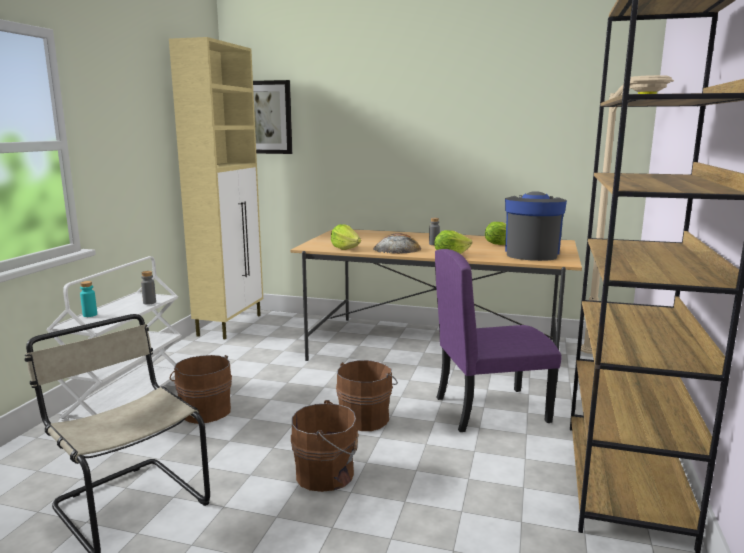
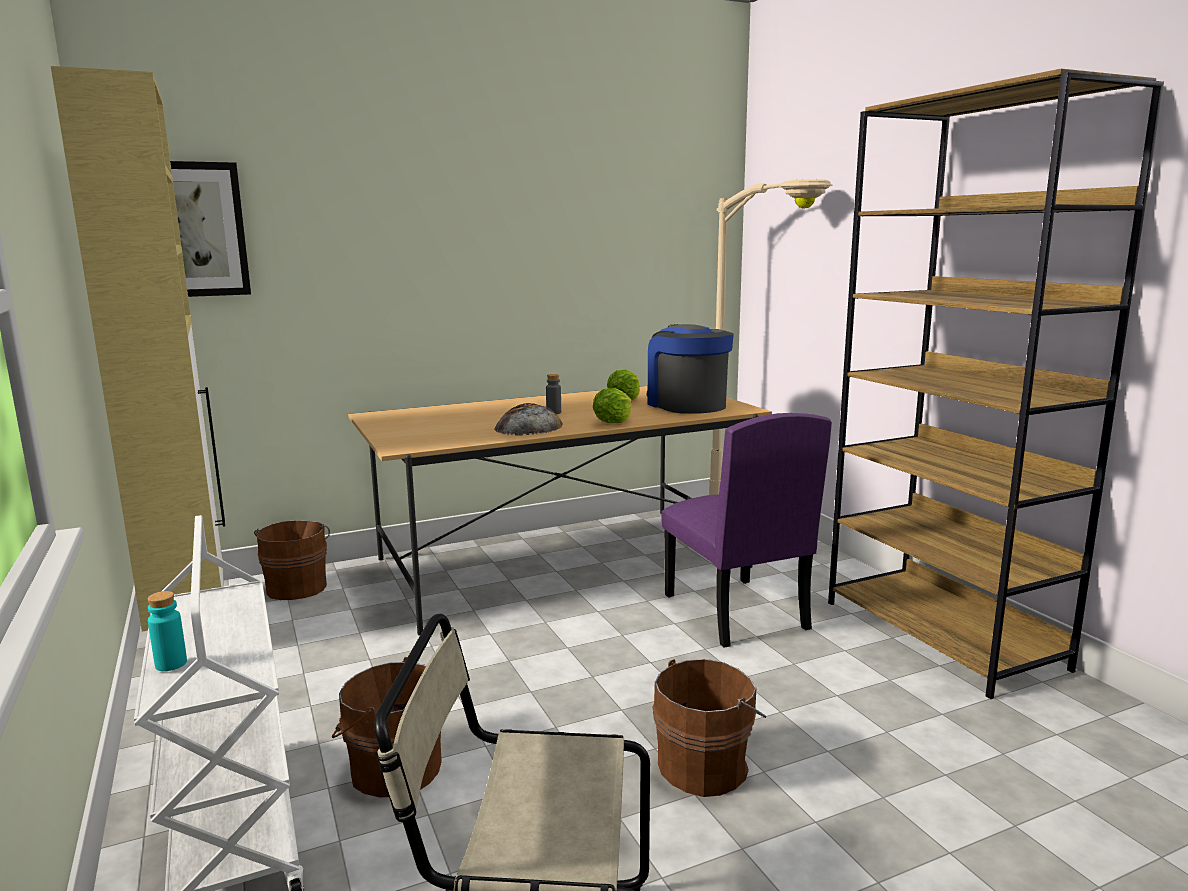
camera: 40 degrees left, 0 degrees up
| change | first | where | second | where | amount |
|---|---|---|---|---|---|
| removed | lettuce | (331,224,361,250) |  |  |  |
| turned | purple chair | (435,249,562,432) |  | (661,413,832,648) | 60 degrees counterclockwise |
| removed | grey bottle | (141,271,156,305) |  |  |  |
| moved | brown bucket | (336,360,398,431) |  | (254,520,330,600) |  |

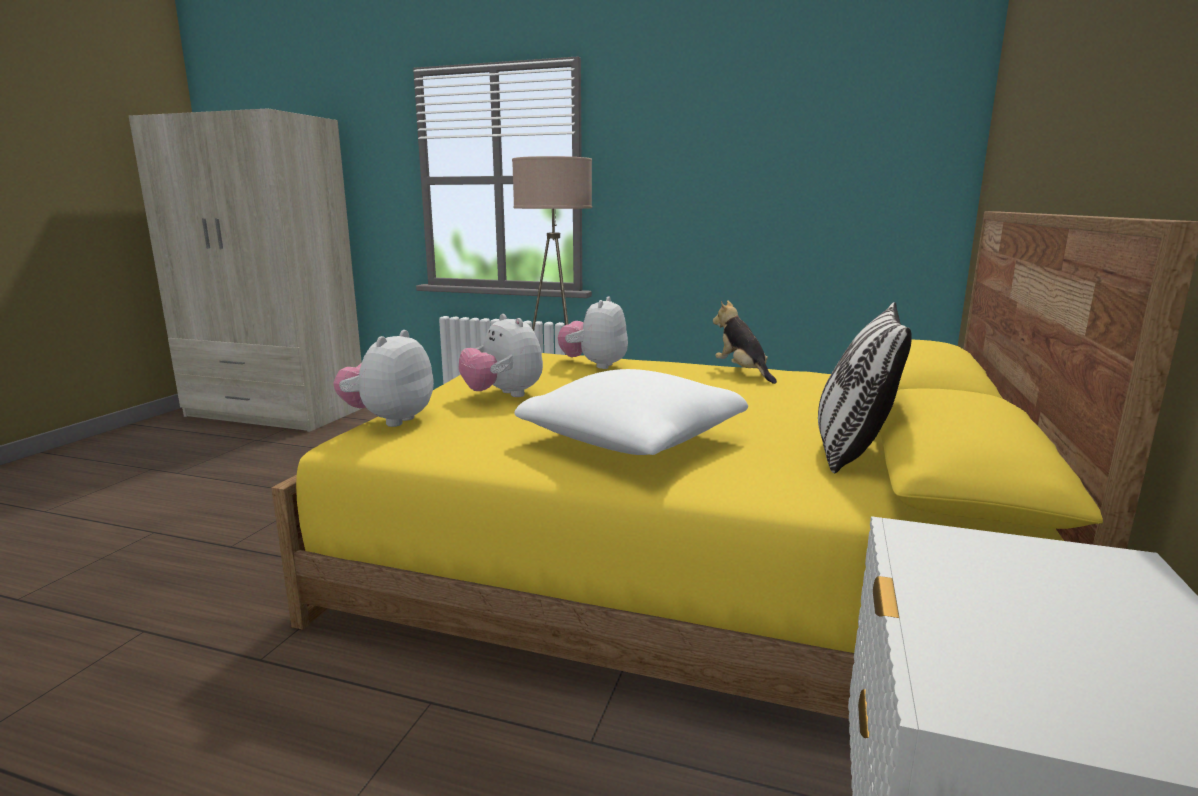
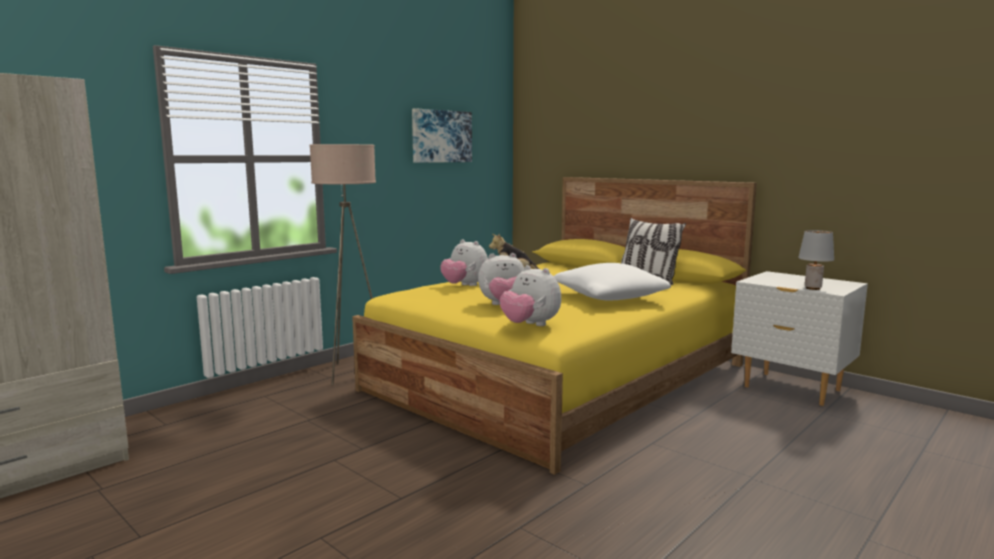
camera: 65 degrees left, 5 degrees down
| change | first | where | second | where | amount |
|---|---|---|---|---|---|
| added |  |  | picture | (412,108,472,163) |  |
| added |  |  | grey table lamp | (798,230,834,290) |  |

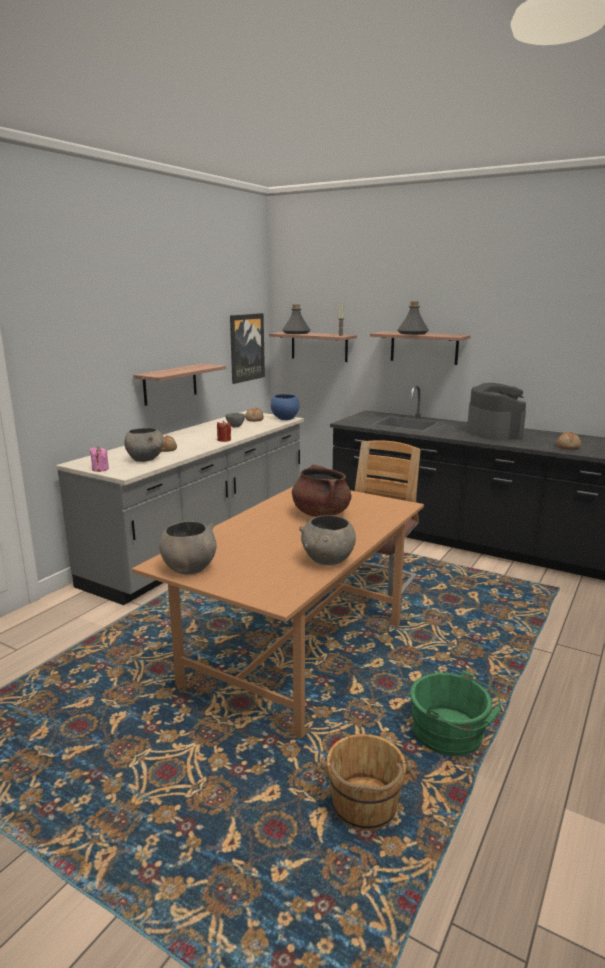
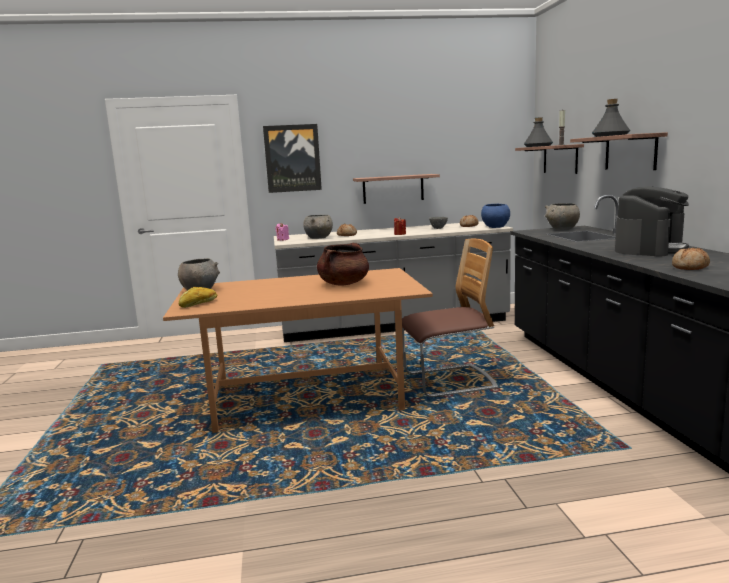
camera: 50 degrees right, 5 degrees down
| change | first | where | second | where | amount |
|---|---|---|---|---|---|
| moved | picture | (230,313,265,384) |  | (263,124,322,193) |  |
| moved | grey bowl | (299,515,356,565) |  | (545,203,580,230) |  |
| removed | green bucket | (410,670,501,756) |  |  |  |
| removed | brown bucket | (314,734,417,831) |  |  |  |
| added |  |  | bread | (179,287,217,308) |  |

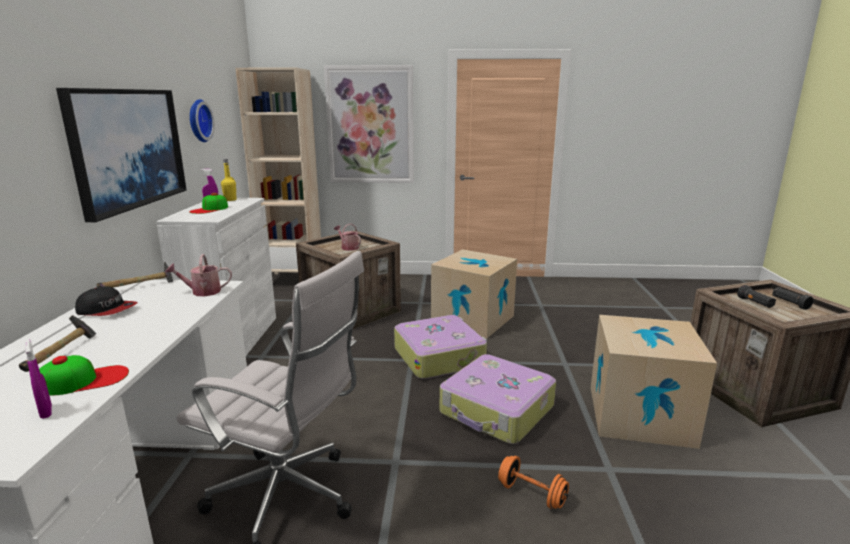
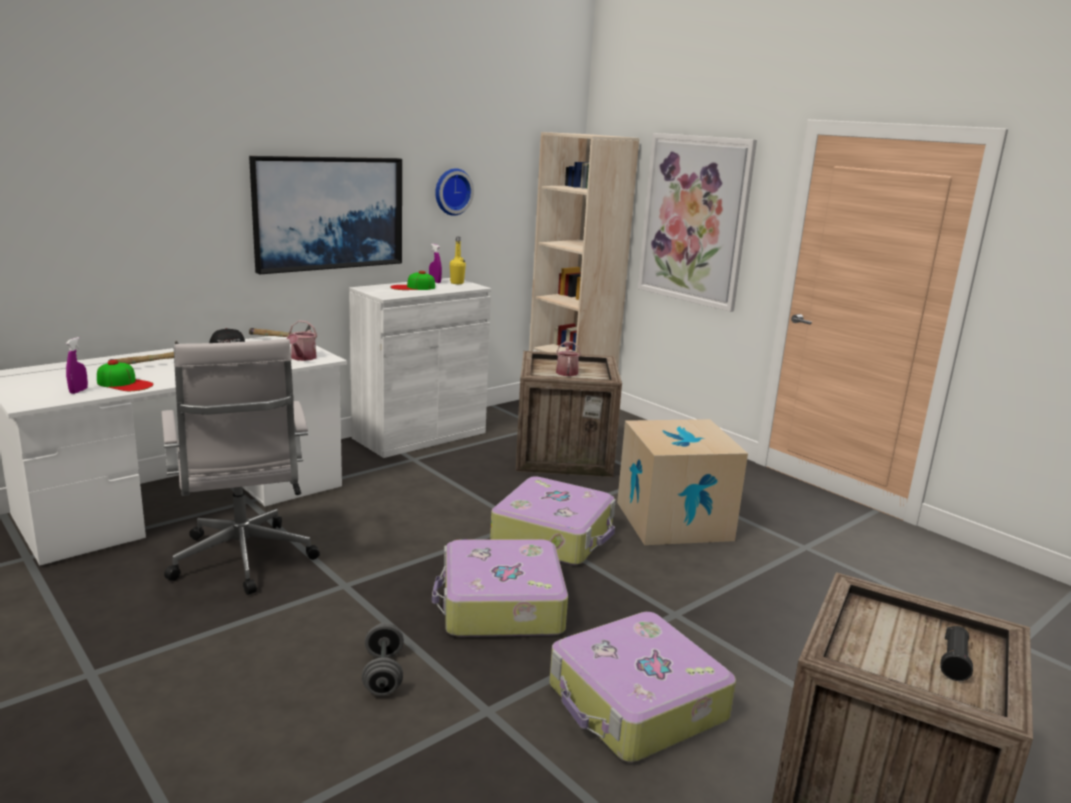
camera: 45 degrees right, 0 degrees up
| change | first | where | second | where | amount |
|---|---|---|---|---|---|
| turned | watering can | (165,254,232,296) |  | (286,321,317,361) | 120 degrees counterclockwise |
| removed | black flashlight | (737,285,776,308) |  |  |  |
| replaced | cardboard box | (591,315,717,449) | suitcase | (549,612,736,762) |  |
| recoloured | orange dumbbell | (498,455,569,509) | grey dumbbell | (362,623,404,696) |  |

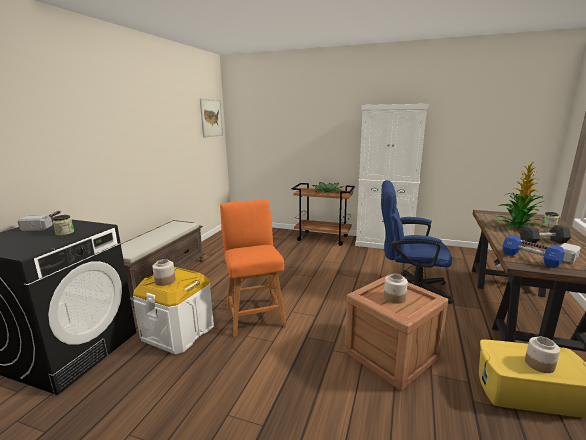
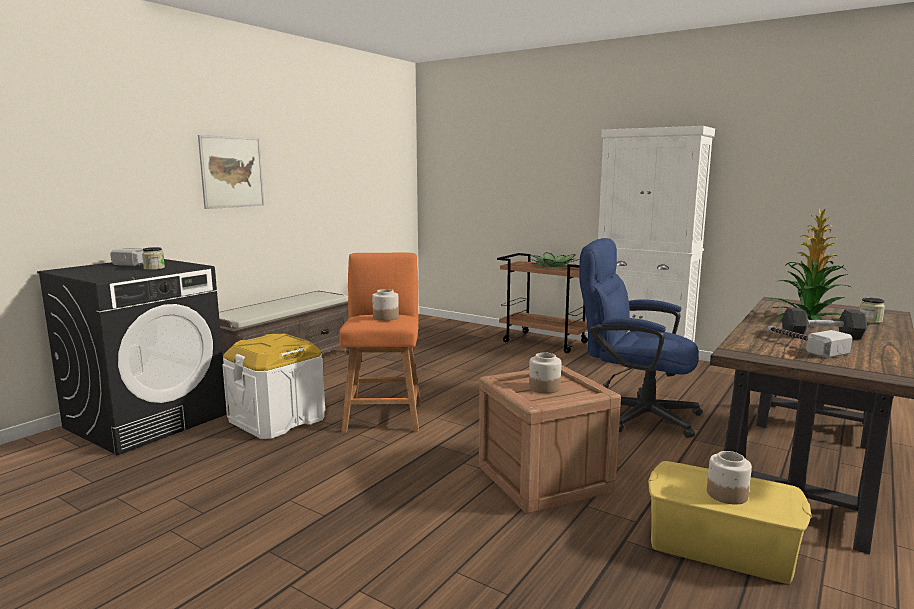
camera: 15 degrees right, 5 degrees down
| change | first | where | second | where | amount |
|---|---|---|---|---|---|
| moved | picture | (200,99,223,138) |  | (198,135,264,209) |  |
| removed | blue dumbbell | (503,235,564,268) |  |  |  |
| moved | jar | (152,259,175,286) |  | (372,289,399,321) |  |

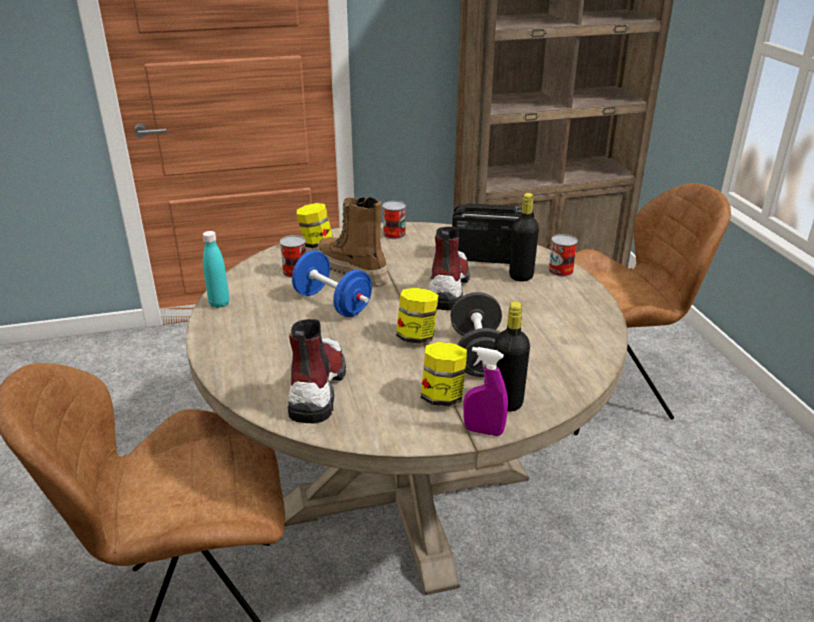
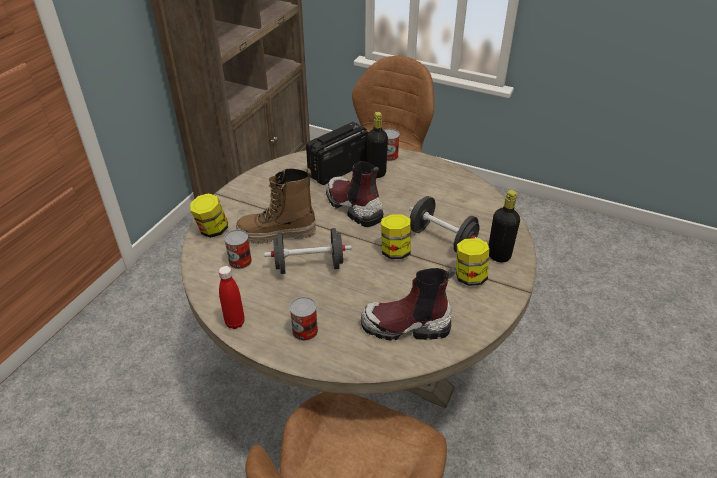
camera: 50 degrees left, 10 degrees up
| change | first | where | second | where | amount |
|---|---|---|---|---|---|
| moved | can | (383,201,406,239) |  | (290,297,318,341) |  |
| recoloured | turquoise bottle | (202,231,229,308) | red bottle | (218,266,245,329) |  |
| recoloured | blue dumbbell | (292,251,372,317) | black dumbbell | (264,228,352,274) |  |
| turned | boot | (288,319,346,423) |  | (361,267,456,341) | 45 degrees counterclockwise |
| removed | purple spray bottle | (463,347,508,436) |  |  |  |

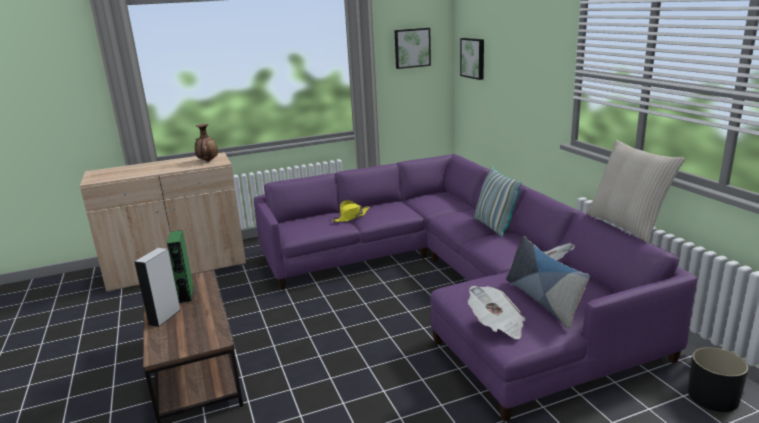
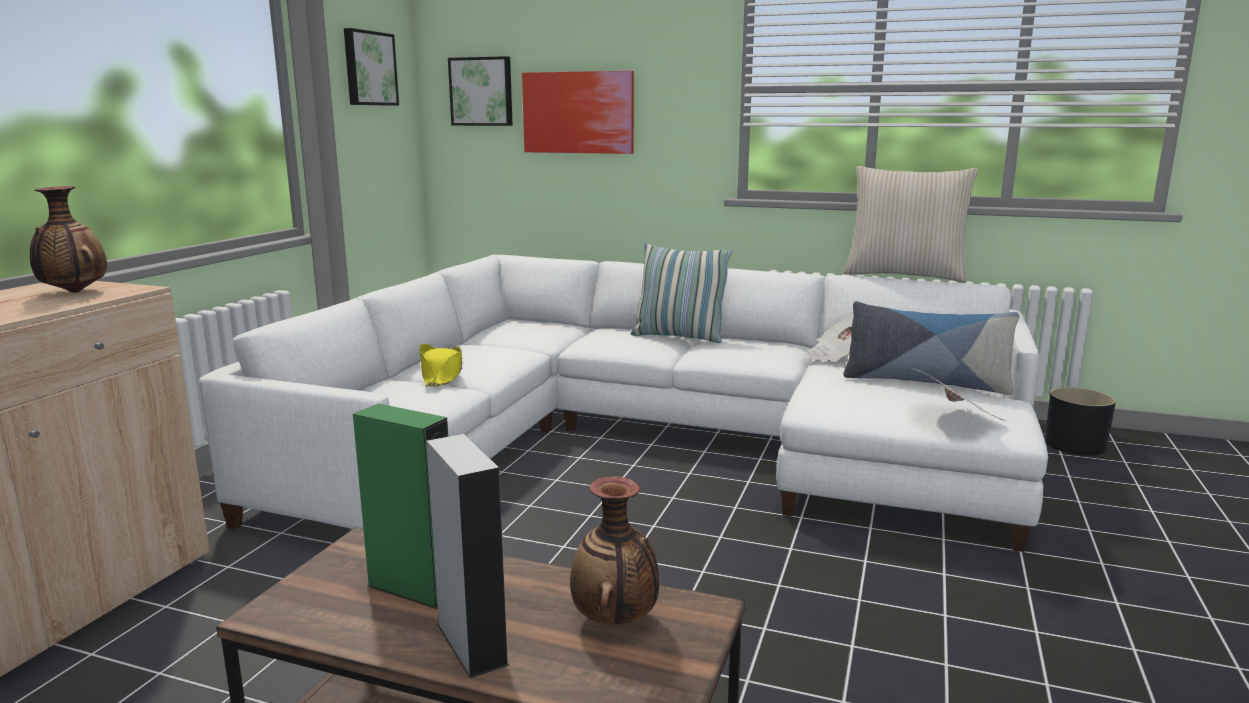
camera: 50 degrees left, 5 degrees down
| change | first | where | second | where | amount |
|---|---|---|---|---|---|
| recoloured | purple sofa | (254,154,697,422) | white sofa | (199,255,1048,552) |  |
| added |  |  | picture | (522,71,634,154) |  |
| added |  |  | vase | (570,476,659,624) |  |

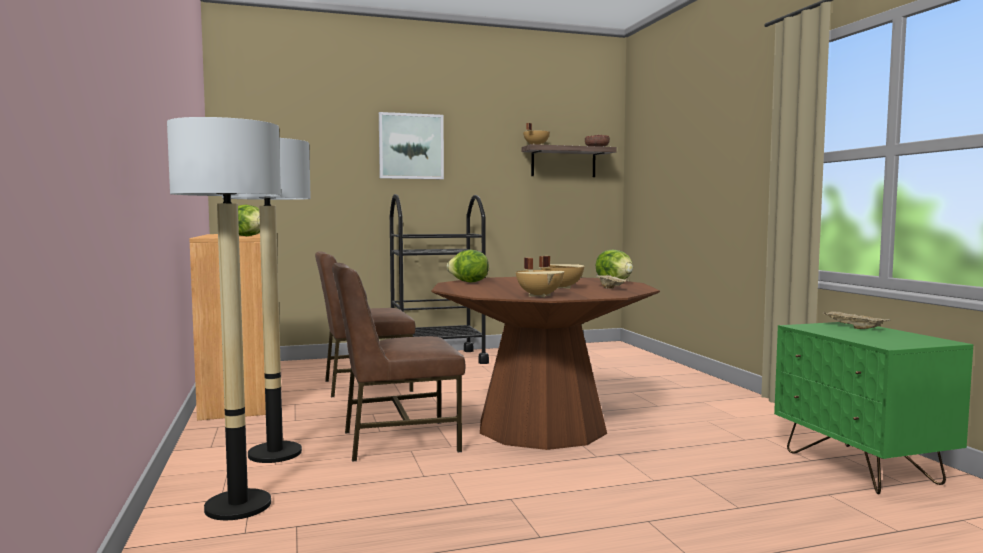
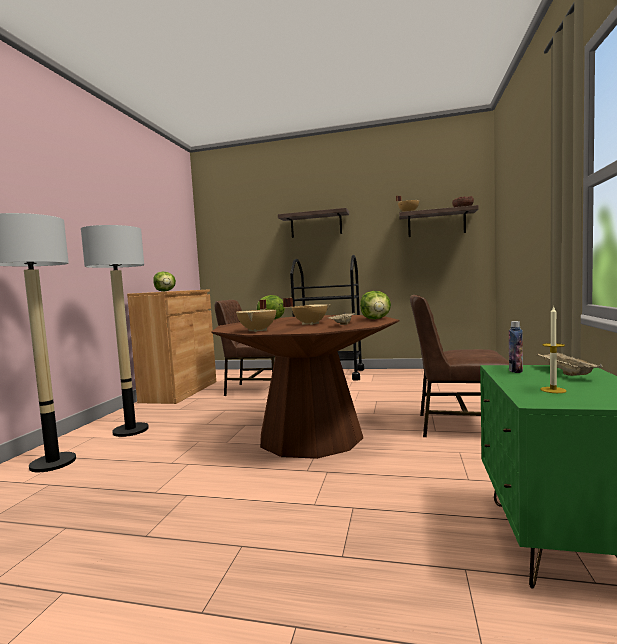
camera: 30 degrees right, 0 degrees up
| change | first | where | second | where | amount |
|---|---|---|---|---|---|
| replaced | picture | (379,112,444,179) | shelf | (278,208,349,238) |  |
| moved | brown chair | (332,263,466,462) |  | (410,295,509,437) |  |
| added |  |  | candle | (540,306,567,393) |  |
| added |  |  | bottle | (509,321,523,373) |  |

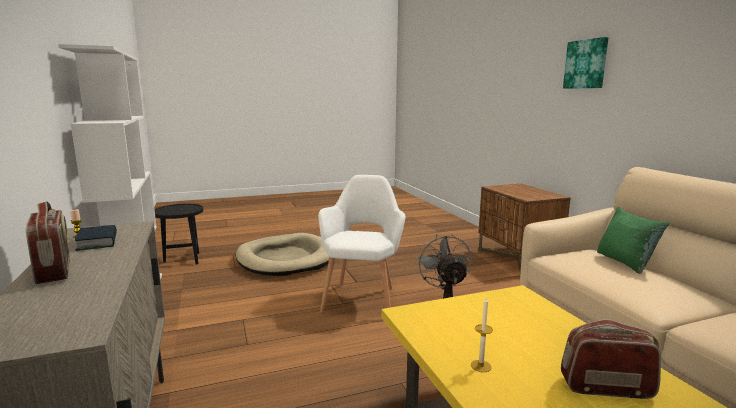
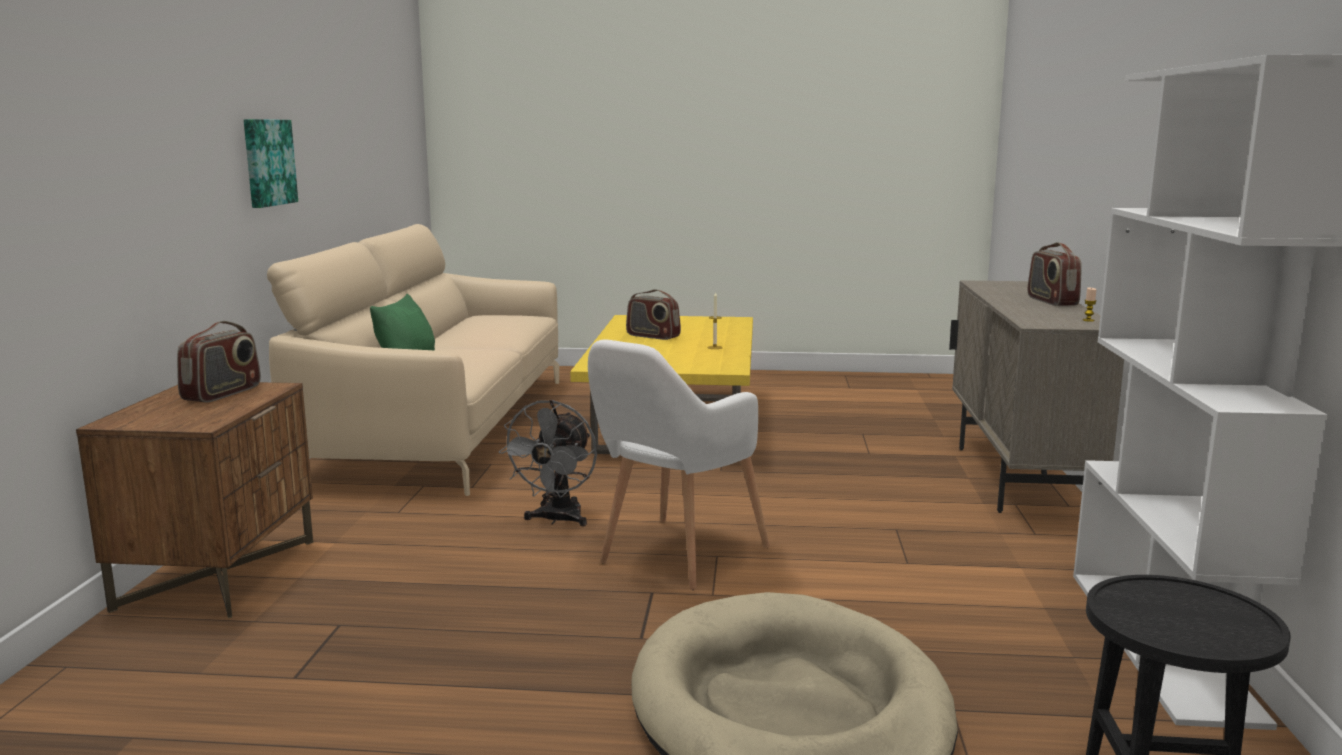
camera: 155 degrees left, 0 degrees up
| change | first | where | second | where | amount |
|---|---|---|---|---|---|
| moved | picture | (563,37,609,89) |  | (244,119,298,208) |  |
| removed | book | (75,225,117,251) |  |  |  |
| added |  |  | radio | (177,321,261,402) |  |

